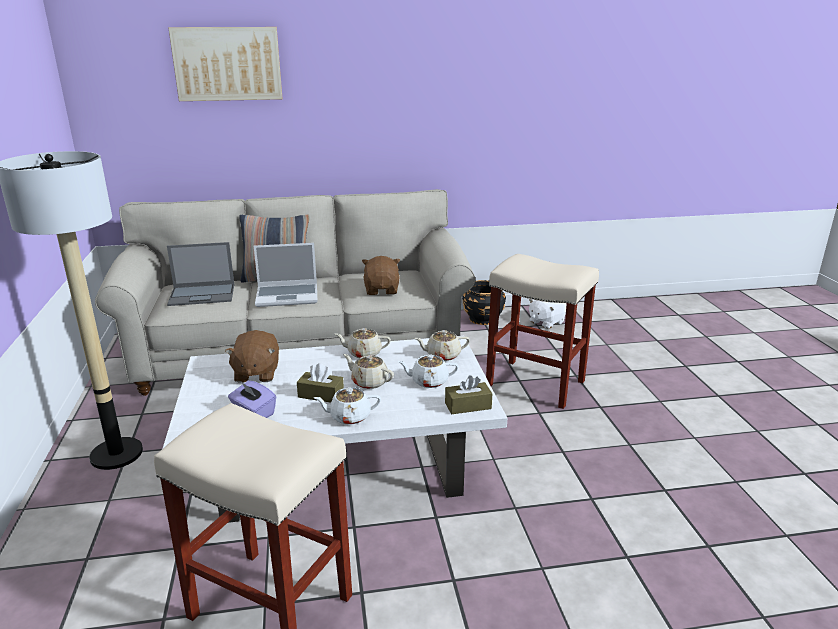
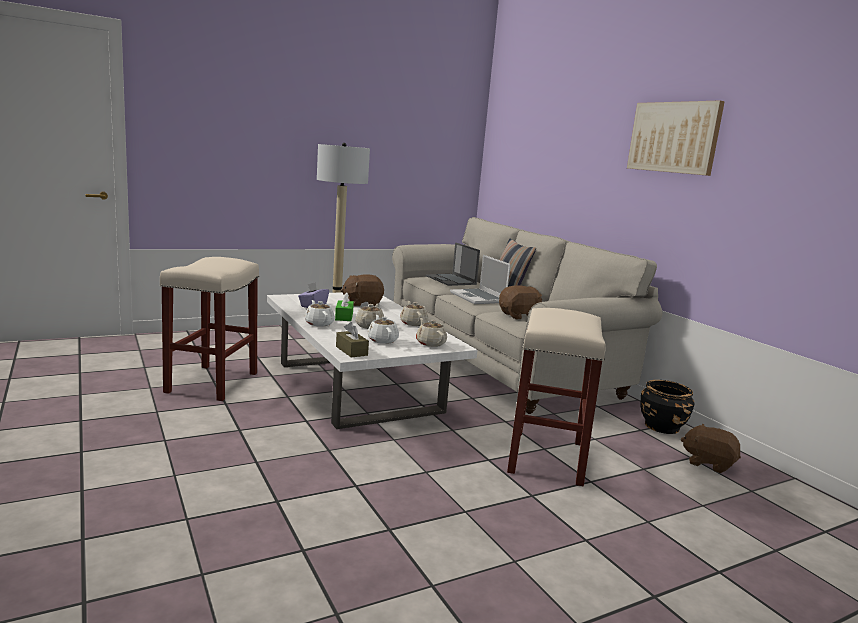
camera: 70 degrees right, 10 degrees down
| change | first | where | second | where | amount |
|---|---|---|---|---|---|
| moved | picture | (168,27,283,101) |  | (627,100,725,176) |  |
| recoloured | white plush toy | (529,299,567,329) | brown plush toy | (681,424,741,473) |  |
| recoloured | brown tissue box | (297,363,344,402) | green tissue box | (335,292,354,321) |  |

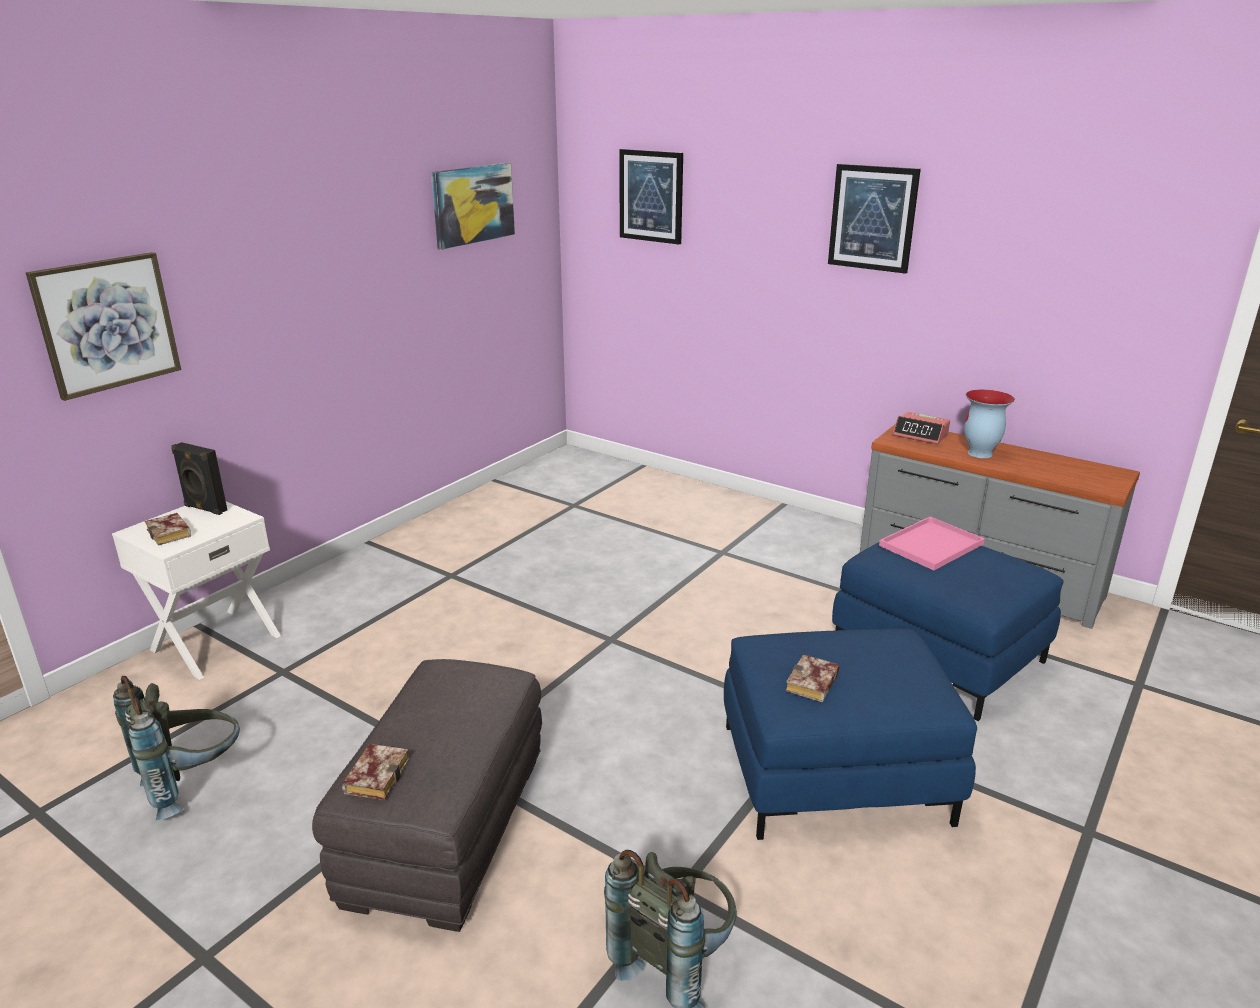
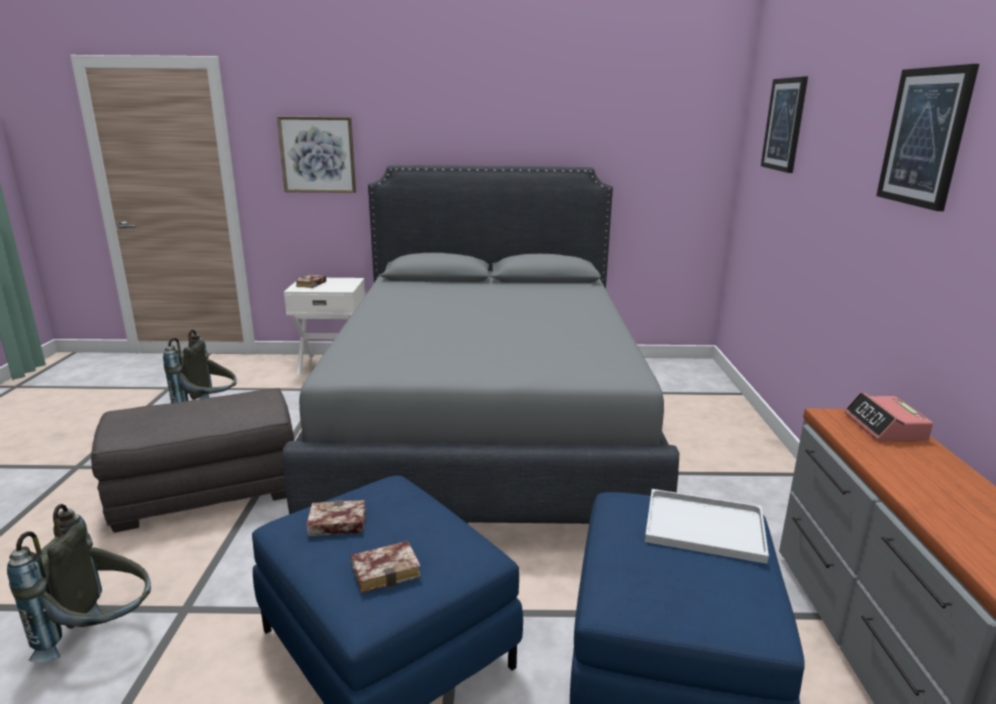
camera: 55 degrees right, 5 degrees down
| change | first | where | second | where | amount |
|---|---|---|---|---|---|
| removed | picture | (431,163,515,250) |  |  |  |
| removed | vase | (964,389,1015,458) |  |  |  |
| removed | black speaker | (171,442,227,515) |  |  |  |
| recoloured | pink tray | (879,517,985,570) | white tray | (645,489,769,564) |  |
| moved | book | (342,744,409,800) |  | (351,541,421,593) |  |
| added |  |  | grey bed | (283,165,679,524) |  |

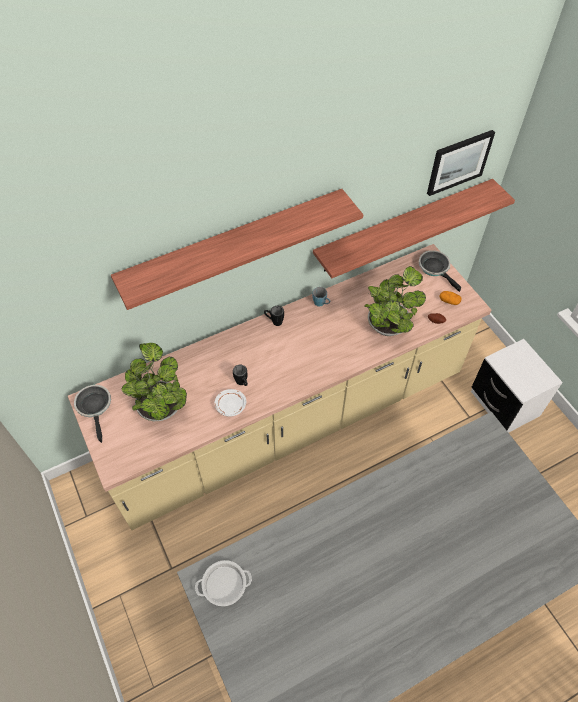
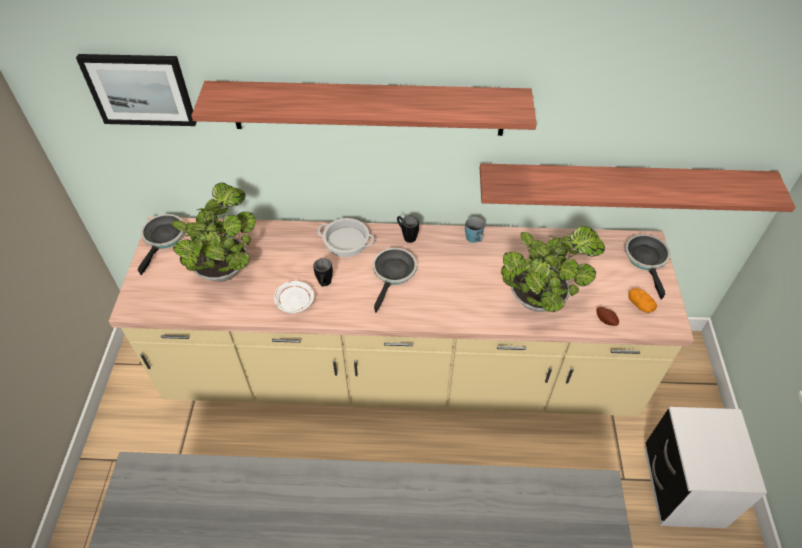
camera: 30 degrees right, 5 degrees down
| change | first | where | second | where | amount |
|---|---|---|---|---|---|
| moved | picture | (427,130,495,196) |  | (76,54,197,126) |  |
| moved | cooking pot | (195,560,252,606) |  | (317,218,374,257) |  |
| added |  |  | frying pan | (373,248,417,313) |  |

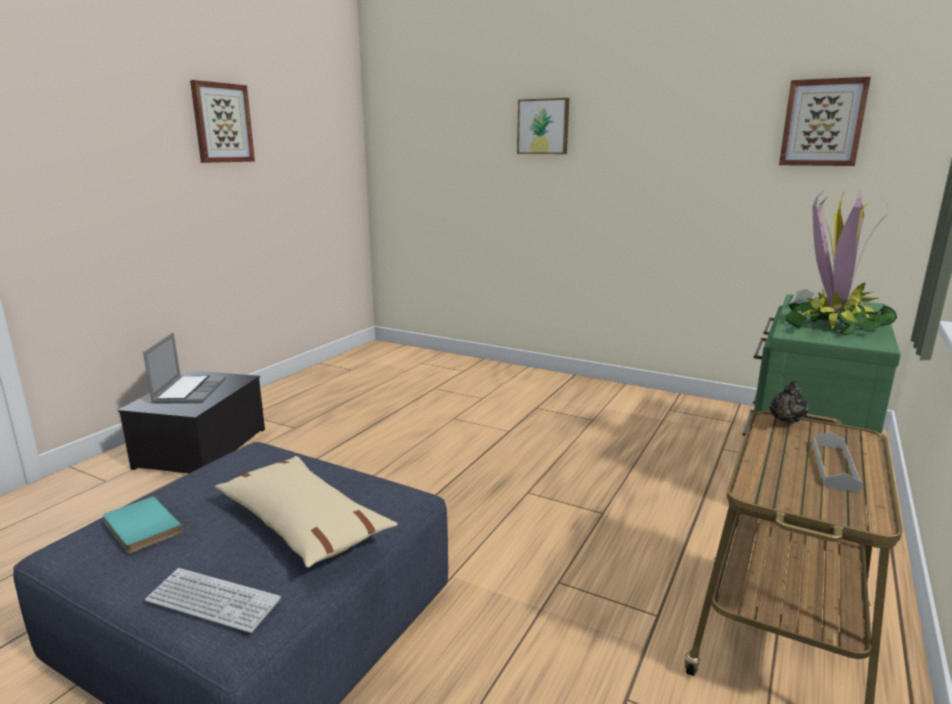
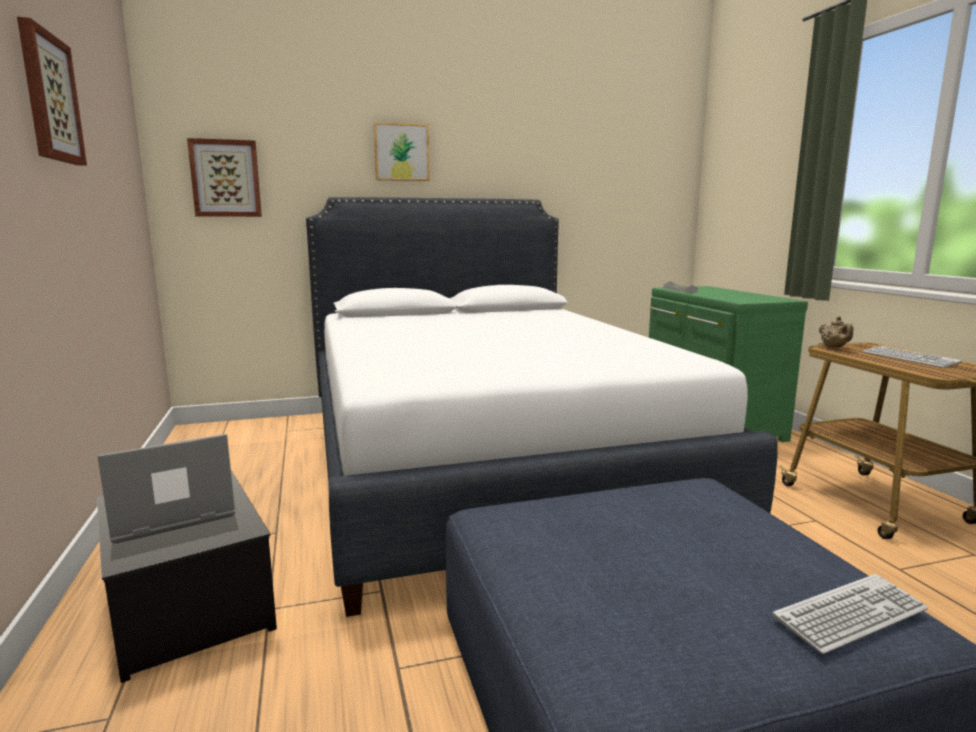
camera: 45 degrees left, 5 degrees down
| change | first | where | second | where | amount |
|---|---|---|---|---|---|
| moved | picture | (779,77,871,166) |  | (187,138,262,217) |  |
| removed | potted plant | (786,190,897,336) |  |  |  |
| turned | laptop | (143,332,226,403) |  | (97,434,235,544) | 75 degrees counterclockwise |
| recoloured | black teapot | (770,381,808,424) | beige teapot | (819,316,853,347) |  |
| replaced | grey tray | (812,432,862,492) | keyboard | (863,346,962,368) |  |
| removed | beige pillow | (215,456,397,567) |  |  |  |
| removed | turquoise book | (103,496,183,554) |  |  |  |
| added |  |  | white bed | (306,197,778,617) |  |

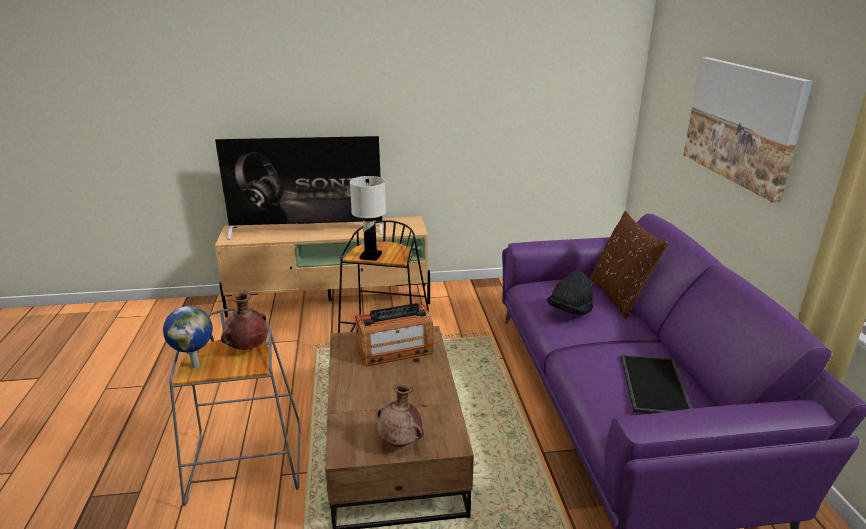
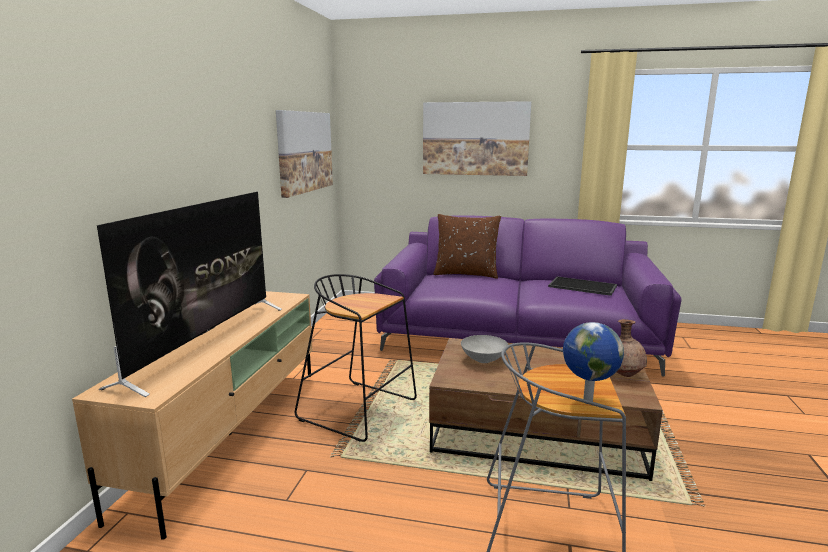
camera: 70 degrees left, 10 degrees down
| change | first | where | second | where | amount |
|---|---|---|---|---|---|
| removed | white table lamp | (350,176,386,261) |  |  |  |
| removed | black hat | (547,270,593,315) |  |  |  |
| removed | brown vase | (221,291,267,350) |  |  |  |
| replaced | radio | (355,303,434,367) | grey bowl | (461,335,508,363) |  |
| added |  |  | picture | (276,110,333,198) |  |

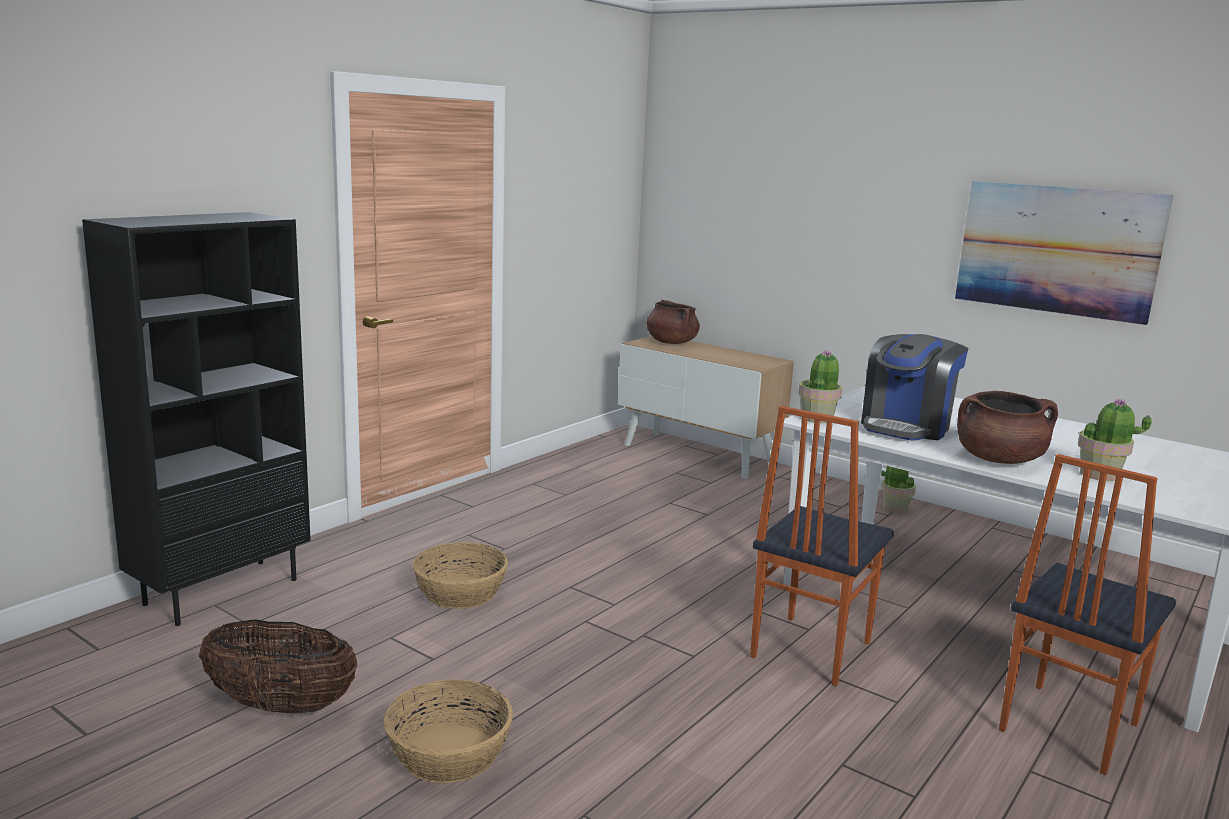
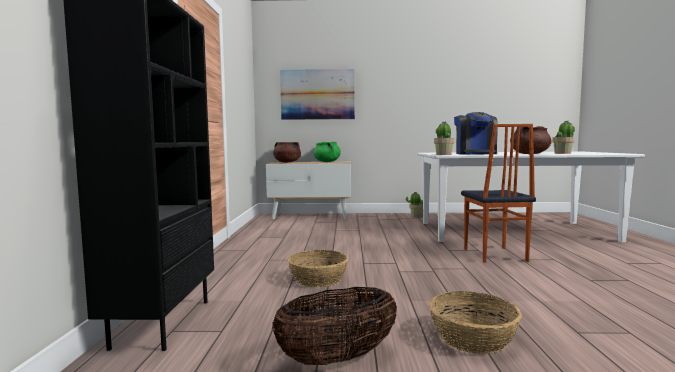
camera: 35 degrees left, 10 degrees down
| change | first | where | second | where | amount |
|---|---|---|---|---|---|
| moved | picture | (955,181,1174,325) |  | (280,69,355,120) |  |
| removed | chair | (999,454,1176,775) |  |  |  |
| added |  |  | green cooking pot | (313,142,341,162) |  |

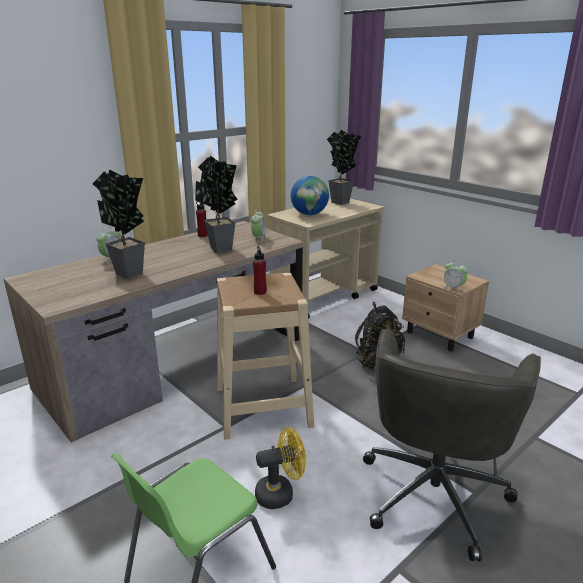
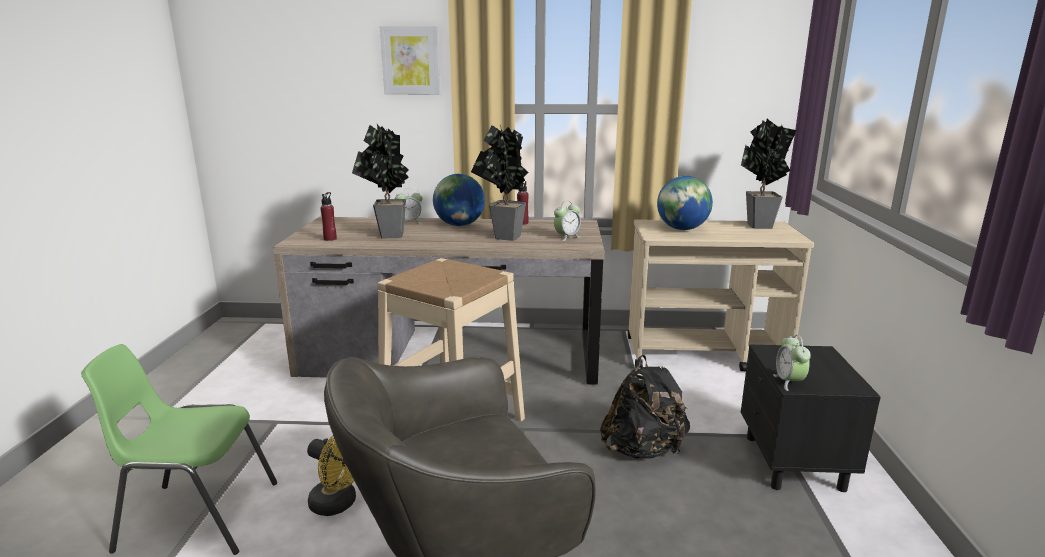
camera: 45 degrees right, 5 degrees down
| change | first | where | second | where | amount |
|---|---|---|---|---|---|
| moved | red bottle | (253,246,267,295) |  | (320,192,337,241) |  |
| recoloured | beige nightstand | (402,264,489,351) | black nightstand | (741,345,881,492) |  |
| added |  |  | picture | (380,26,440,95) |  |
| added |  |  | globe | (433,174,485,226) |  |

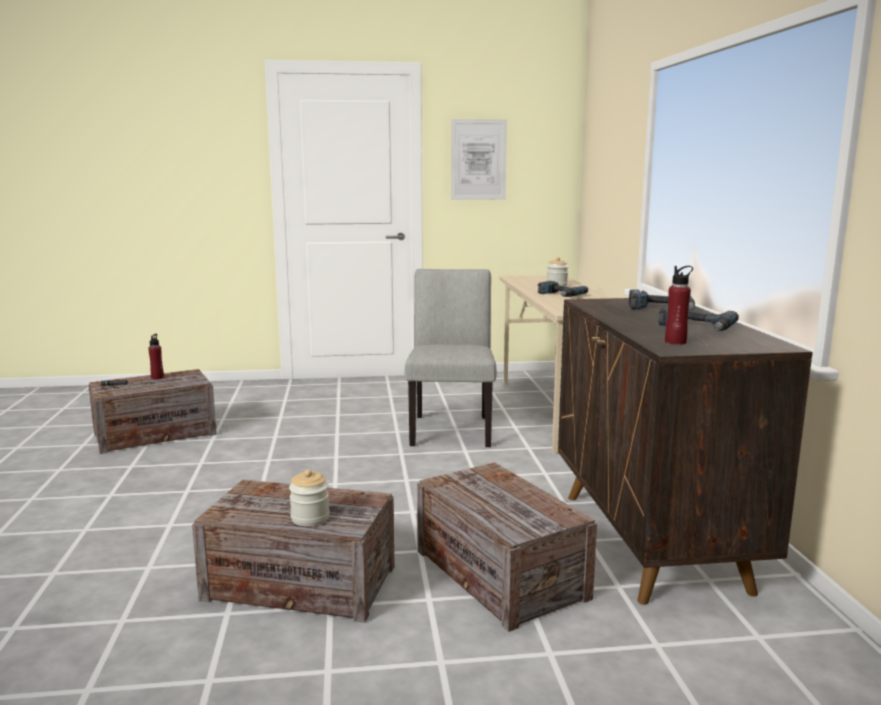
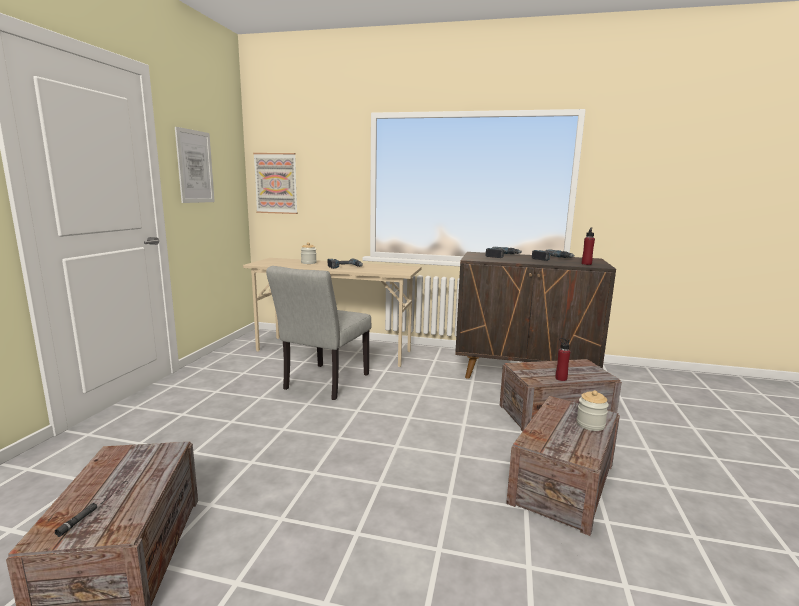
camera: 70 degrees left, 0 degrees up
| change | first | where | second | where | amount |
|---|---|---|---|---|---|
| turned | grey chair | (405,269,497,447) |  | (266,266,371,400) | 90 degrees counterclockwise |
| moved | red bottle | (148,334,164,379) |  | (555,338,570,381) |  |
| added |  |  | picture | (253,153,298,214) |  |

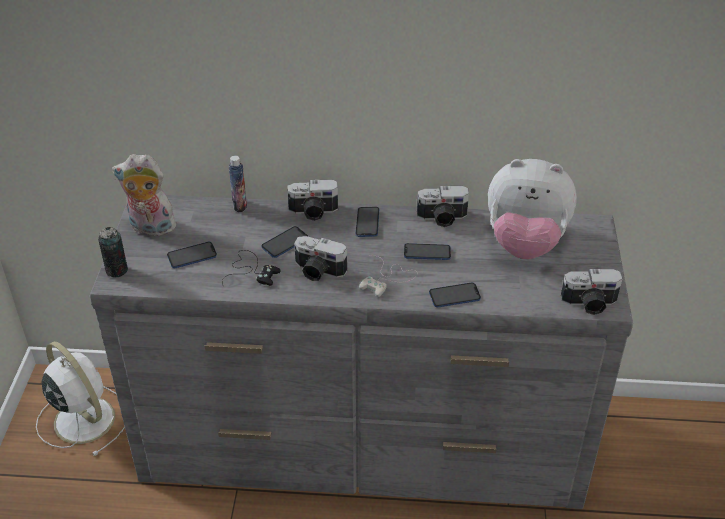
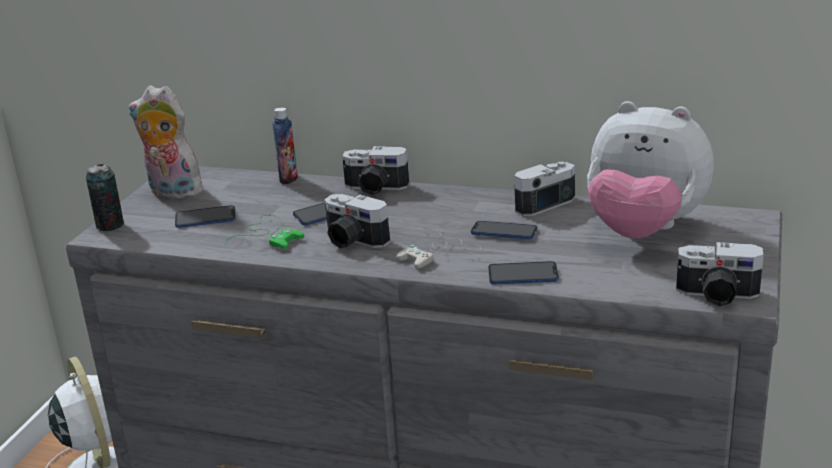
camera: 15 degrees right, 15 degrees down
| change | first | where | second | where | amount |
|---|---|---|---|---|---|
| turned | photo camera | (417,186,469,227) |  | (514,162,575,216) | 135 degrees clockwise |
| removed | phone | (356,207,379,237) |  |  |  |
| recoloured | black game controller | (222,250,280,286) | green game controller | (225,215,304,250) |  |

